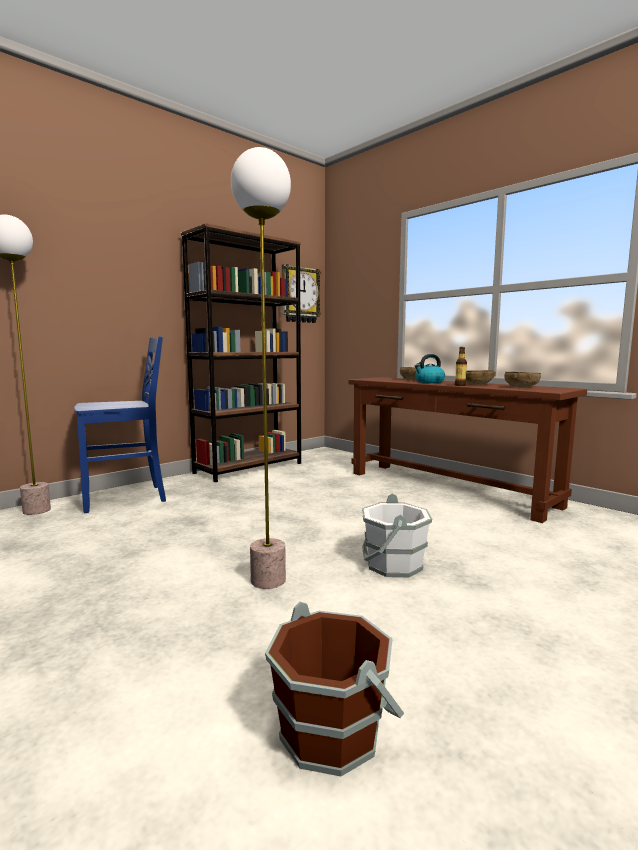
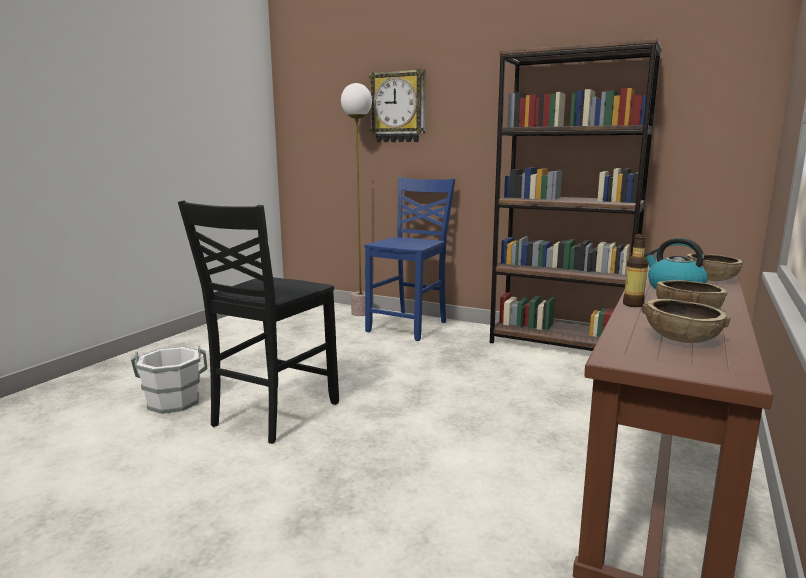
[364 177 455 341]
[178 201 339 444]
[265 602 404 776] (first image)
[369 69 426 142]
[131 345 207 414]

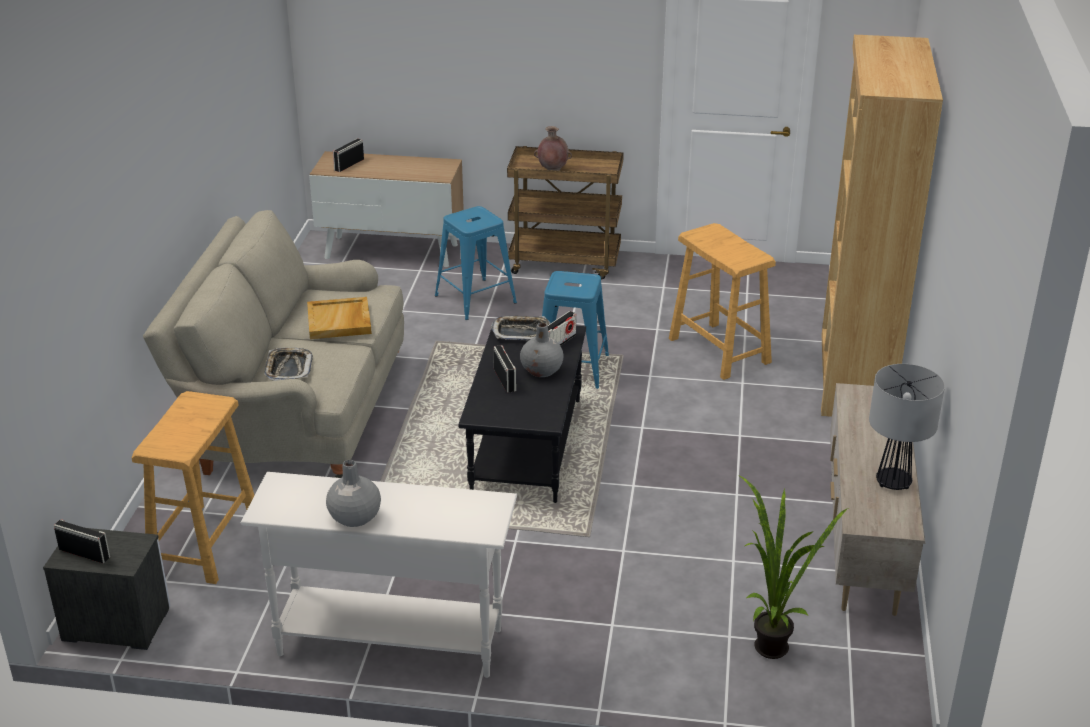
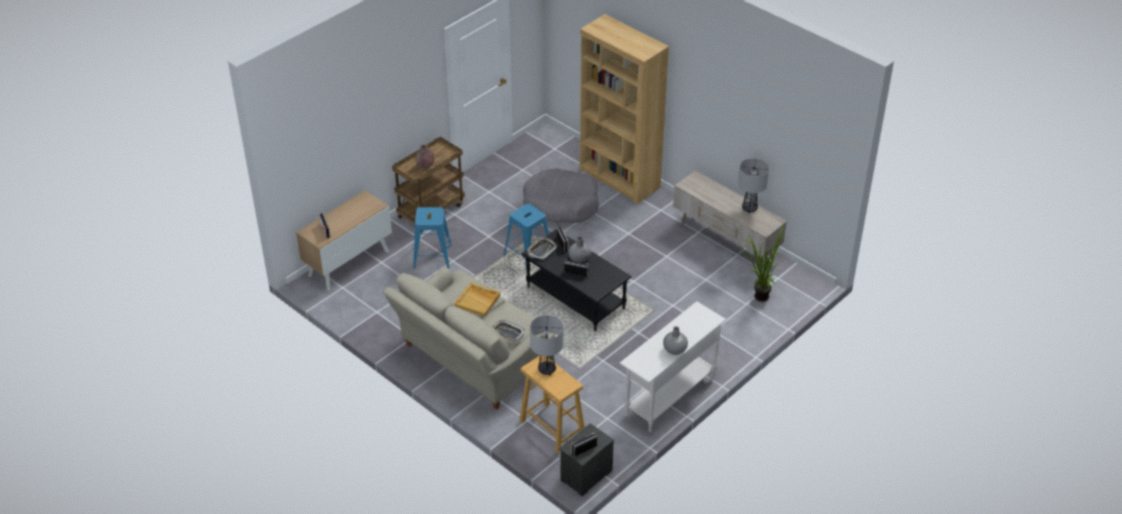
[523 168 599 223]
[530 315 564 375]

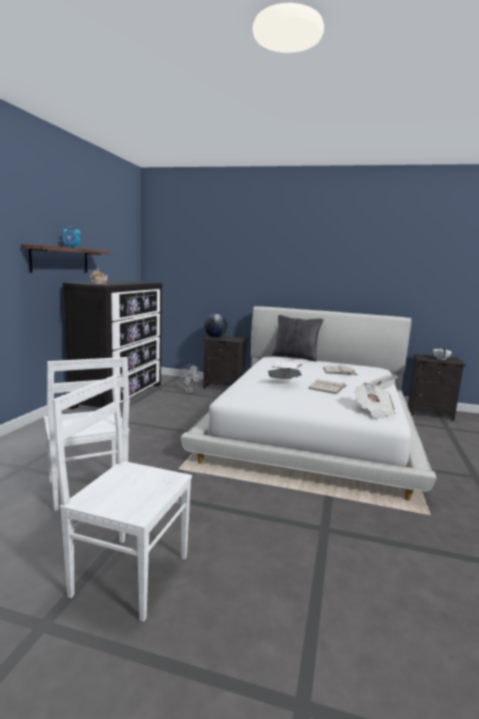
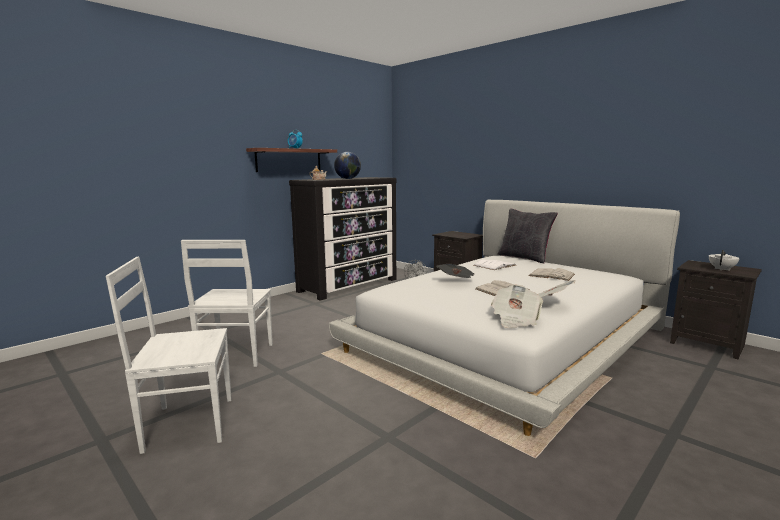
[105 256 232 454]
[334 152 361 179]

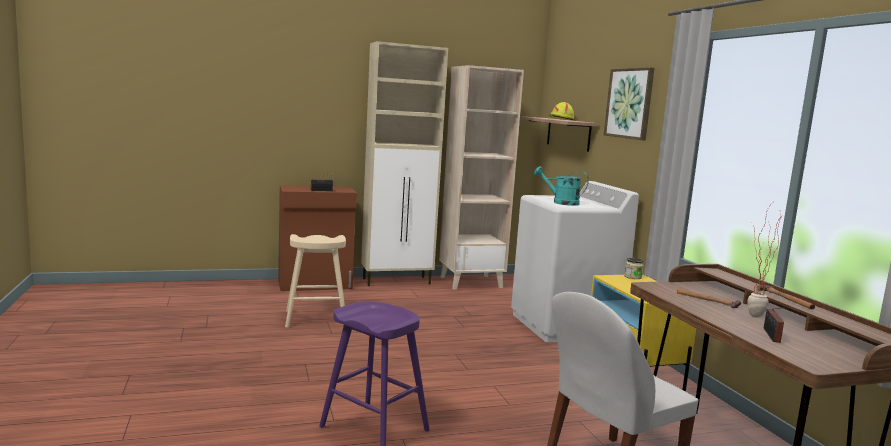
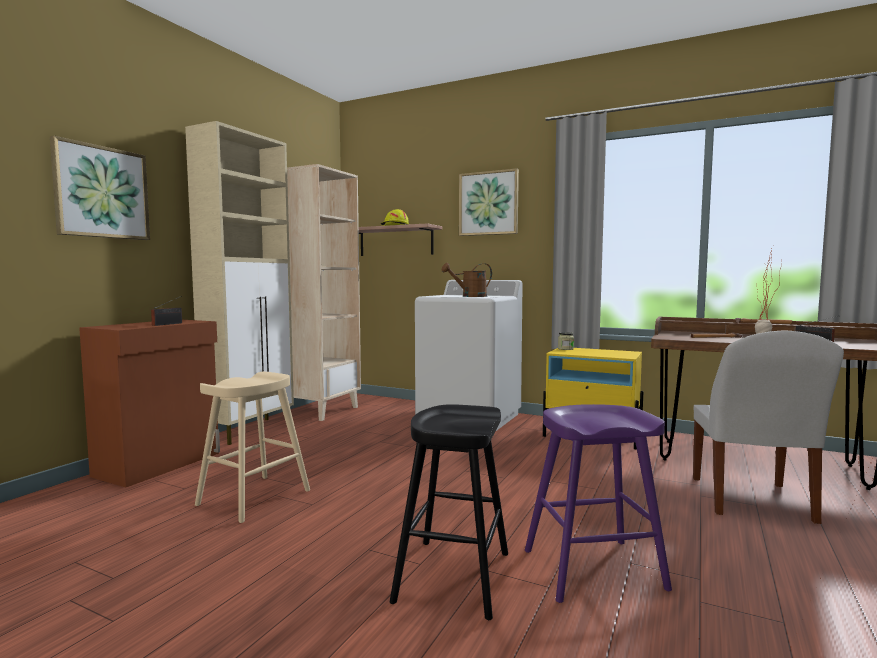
[442 263 492 297]
[50 136 150 240]
[390 404 508 620]

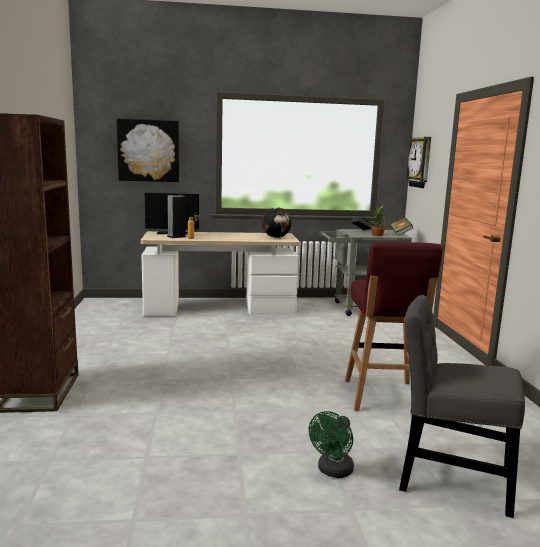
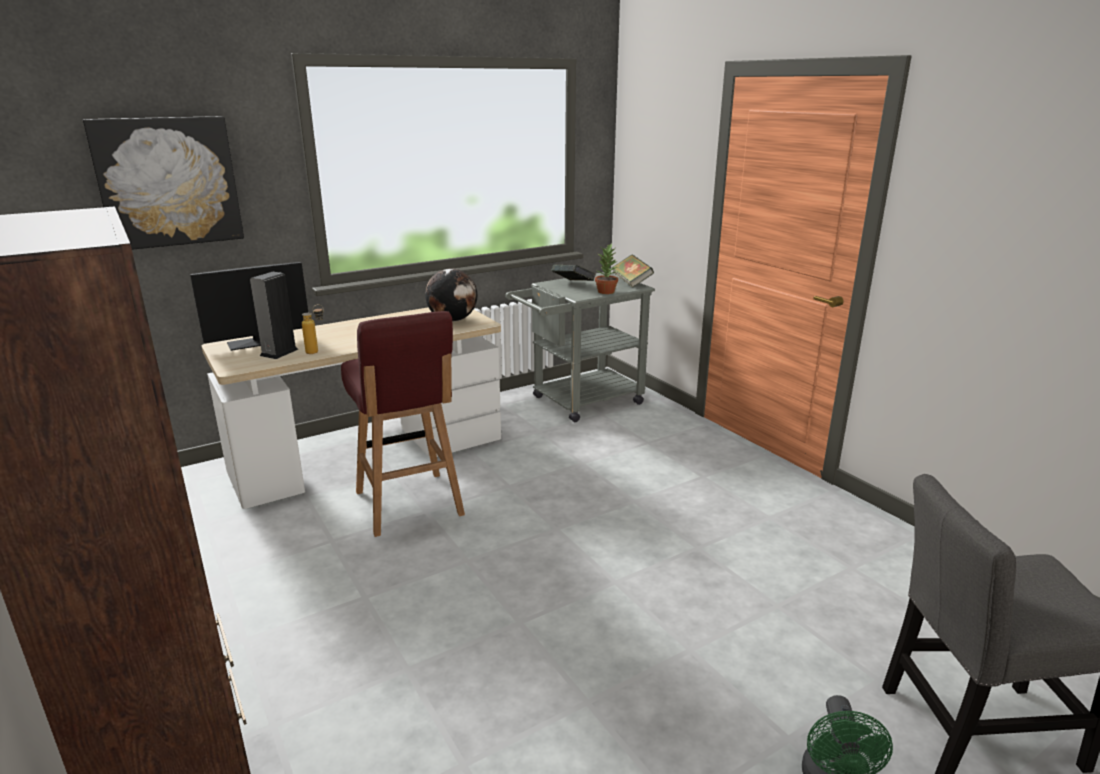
[341 311 465 537]
[406 137 431 188] (first image)

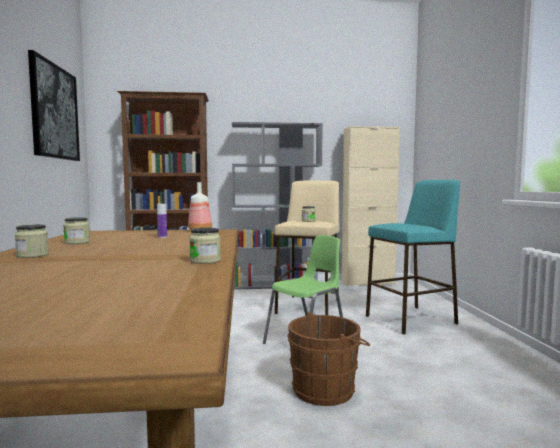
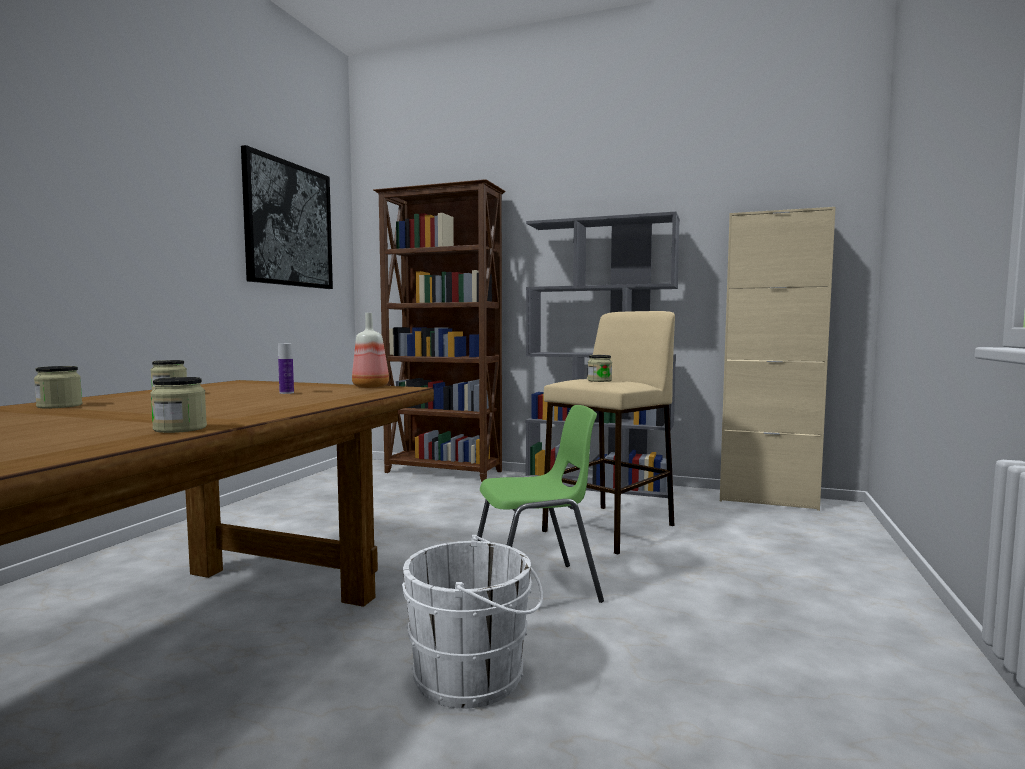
[402 535 543 709]
[366 180 460 335] (first image)

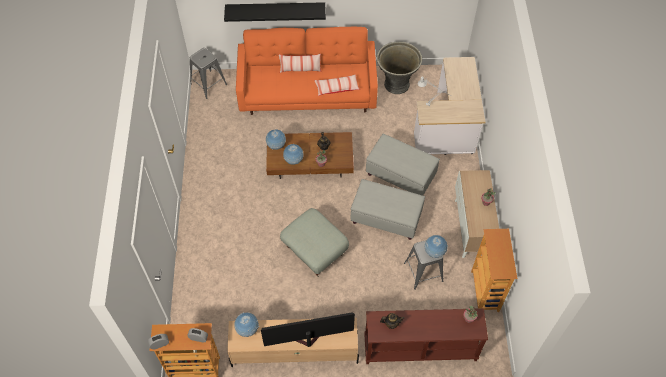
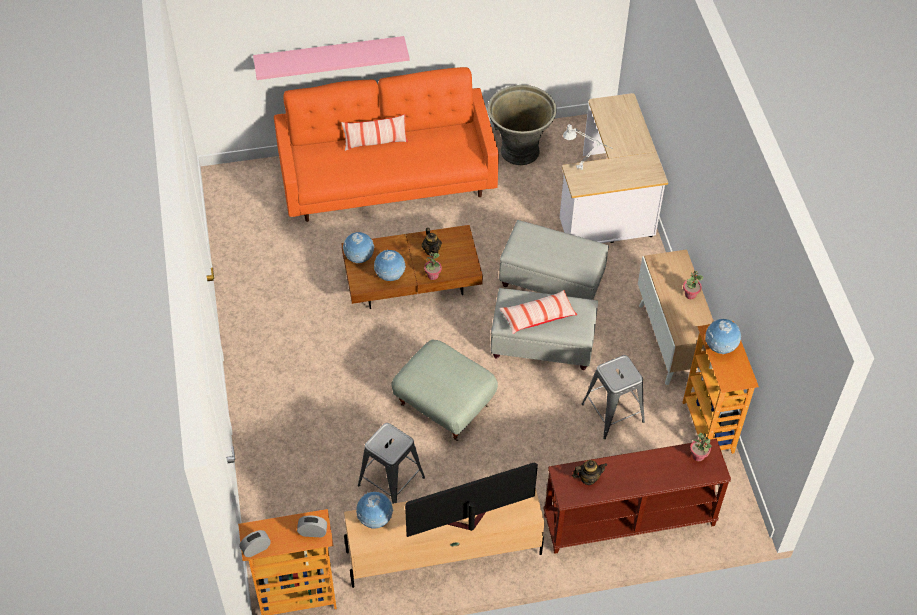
[358 423 425 504]
[253 36 410 80]
[500 290 578 334]
[705 319 741 354]

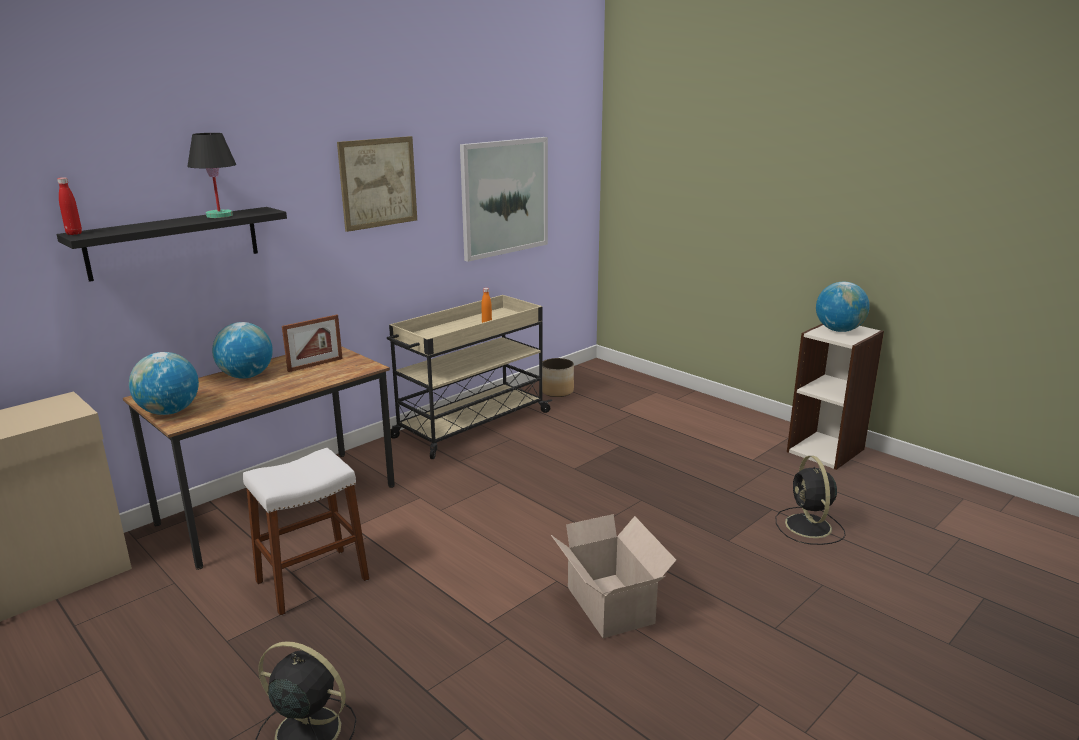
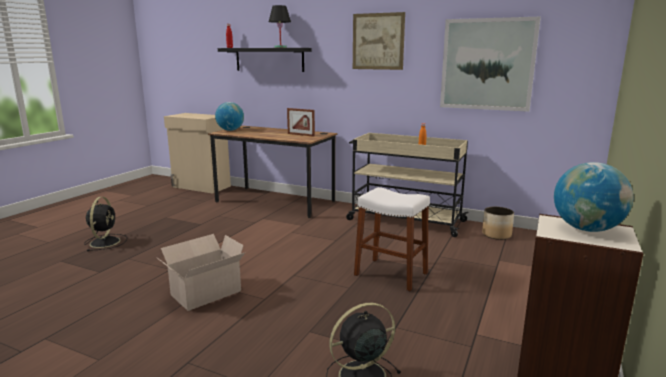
[212 322 273 379] (first image)
[354 187 430 291]

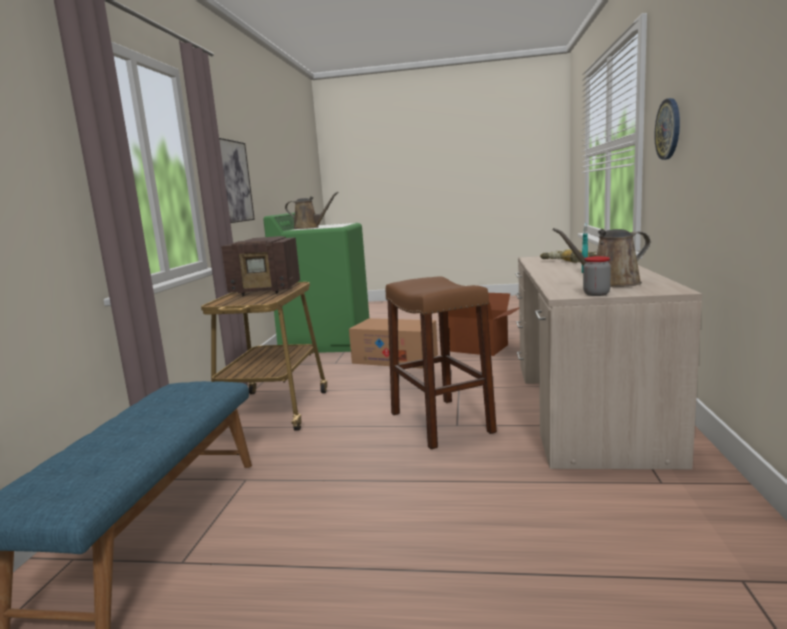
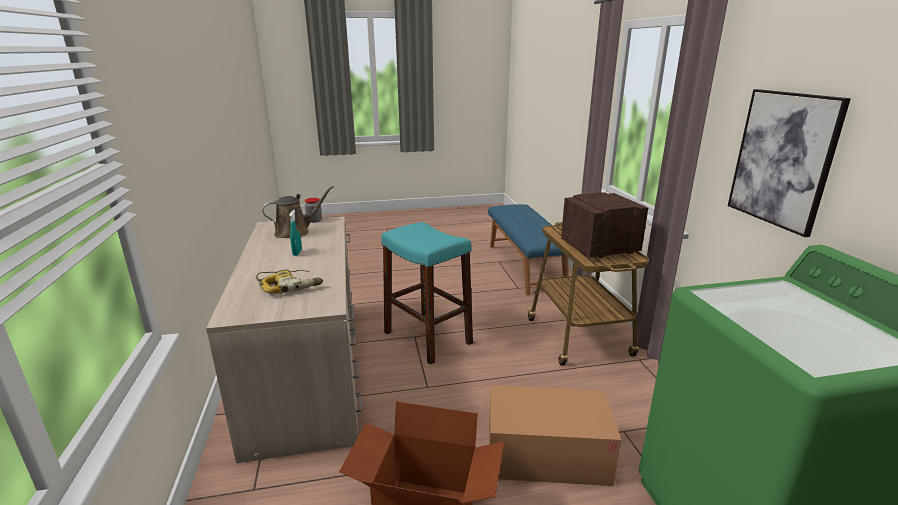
[285 192 339 229] (first image)
[381 222 473 365]
[655 98 680 160] (first image)

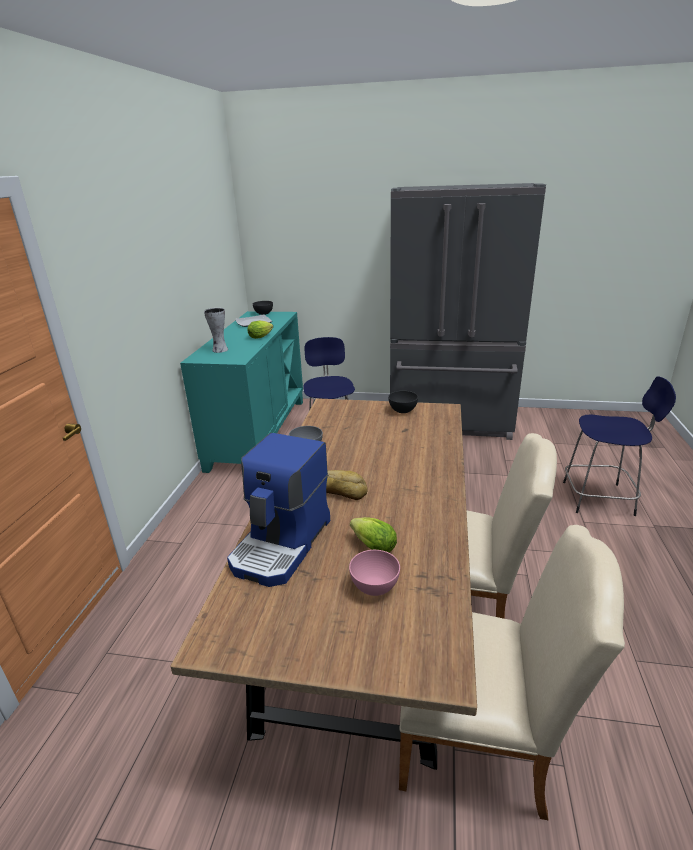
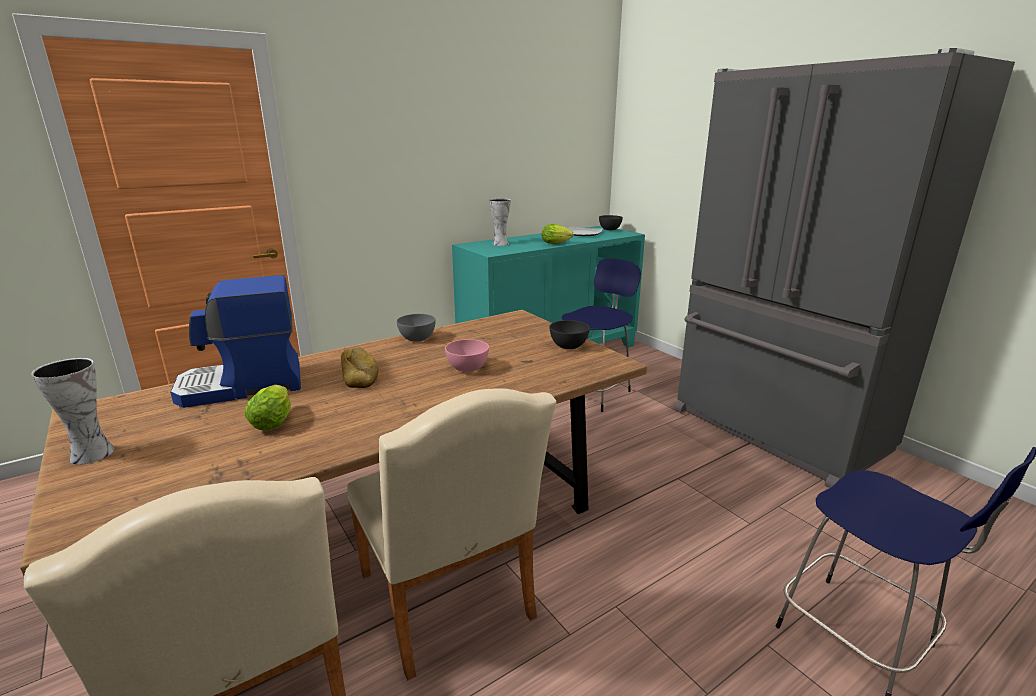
[445 339 489 372]
[31 358 114 465]

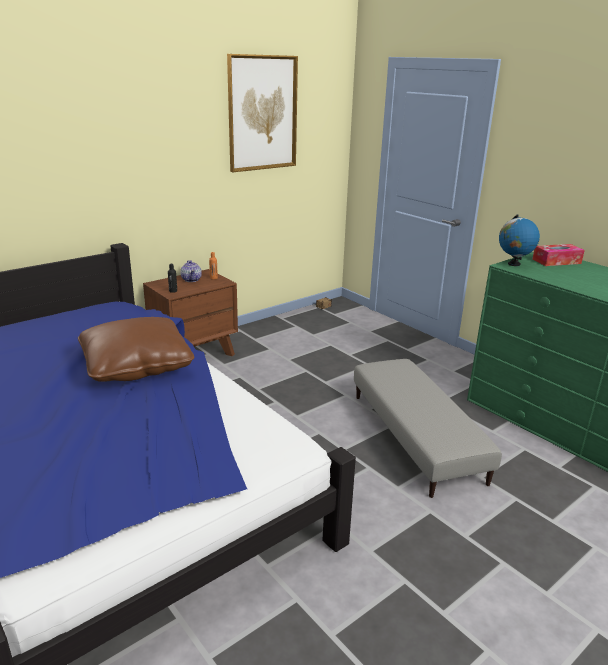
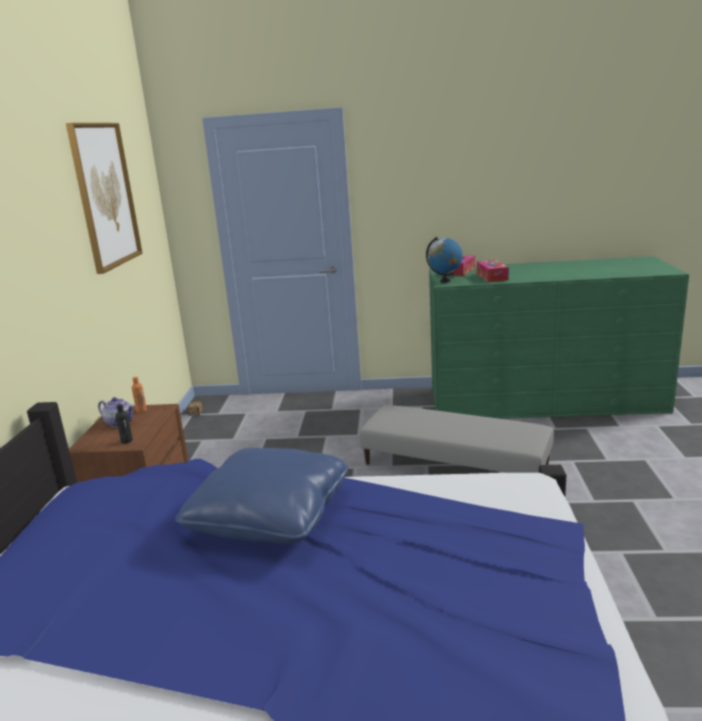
[175 448 348 543]
[477 260 509 282]

